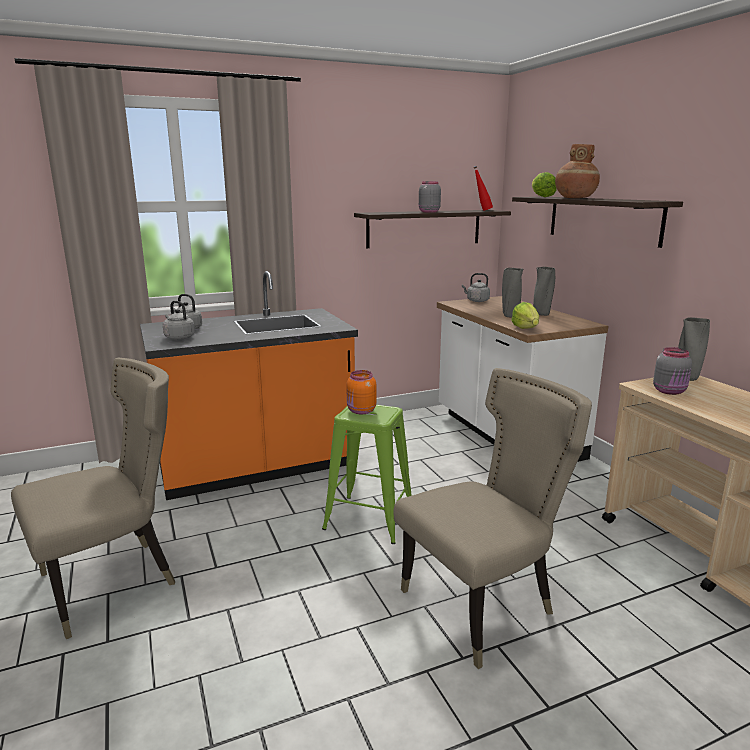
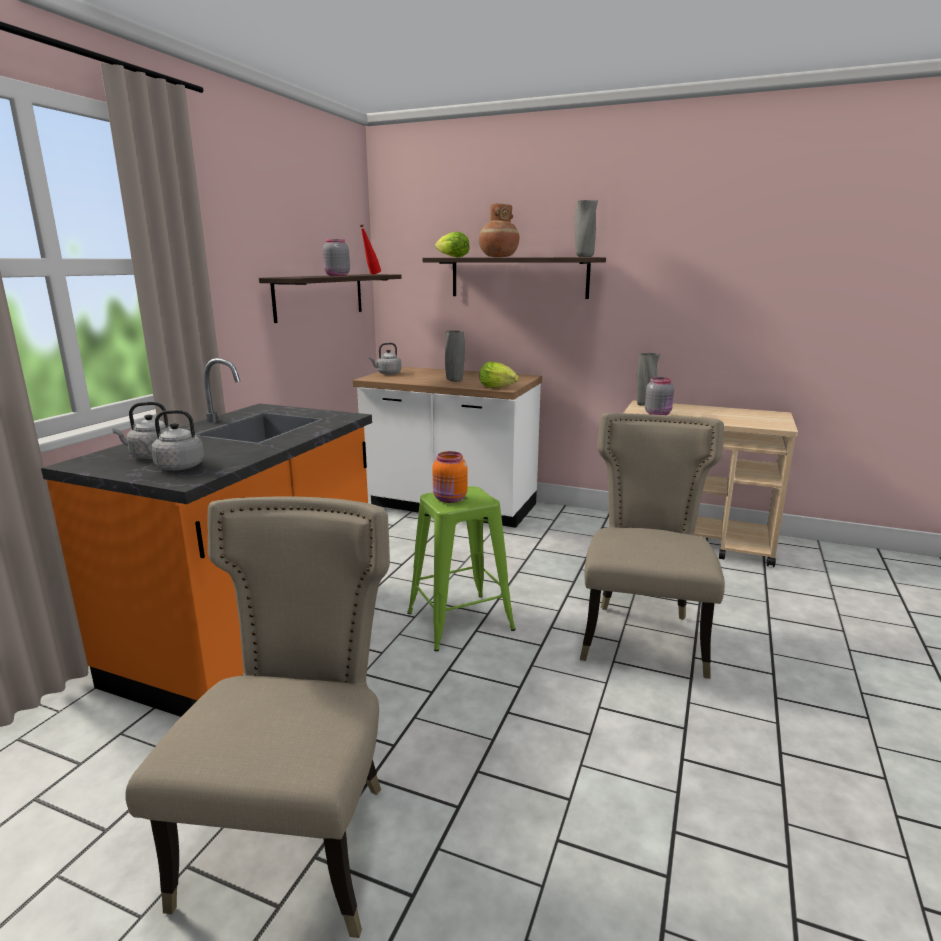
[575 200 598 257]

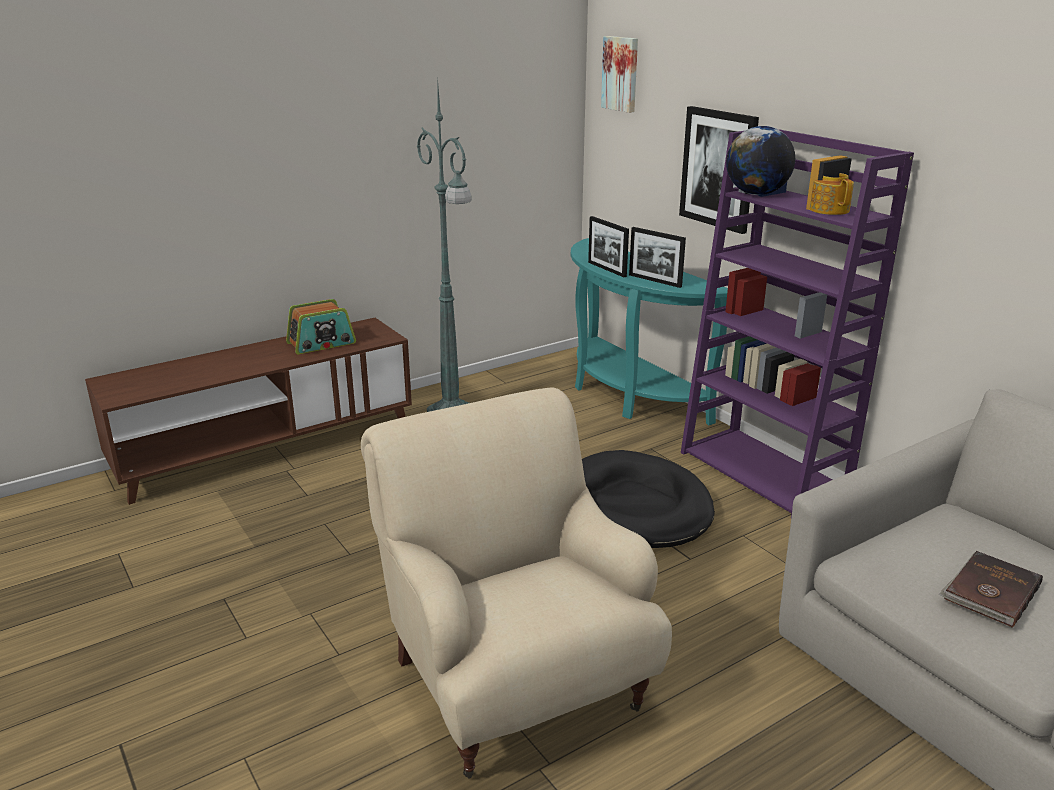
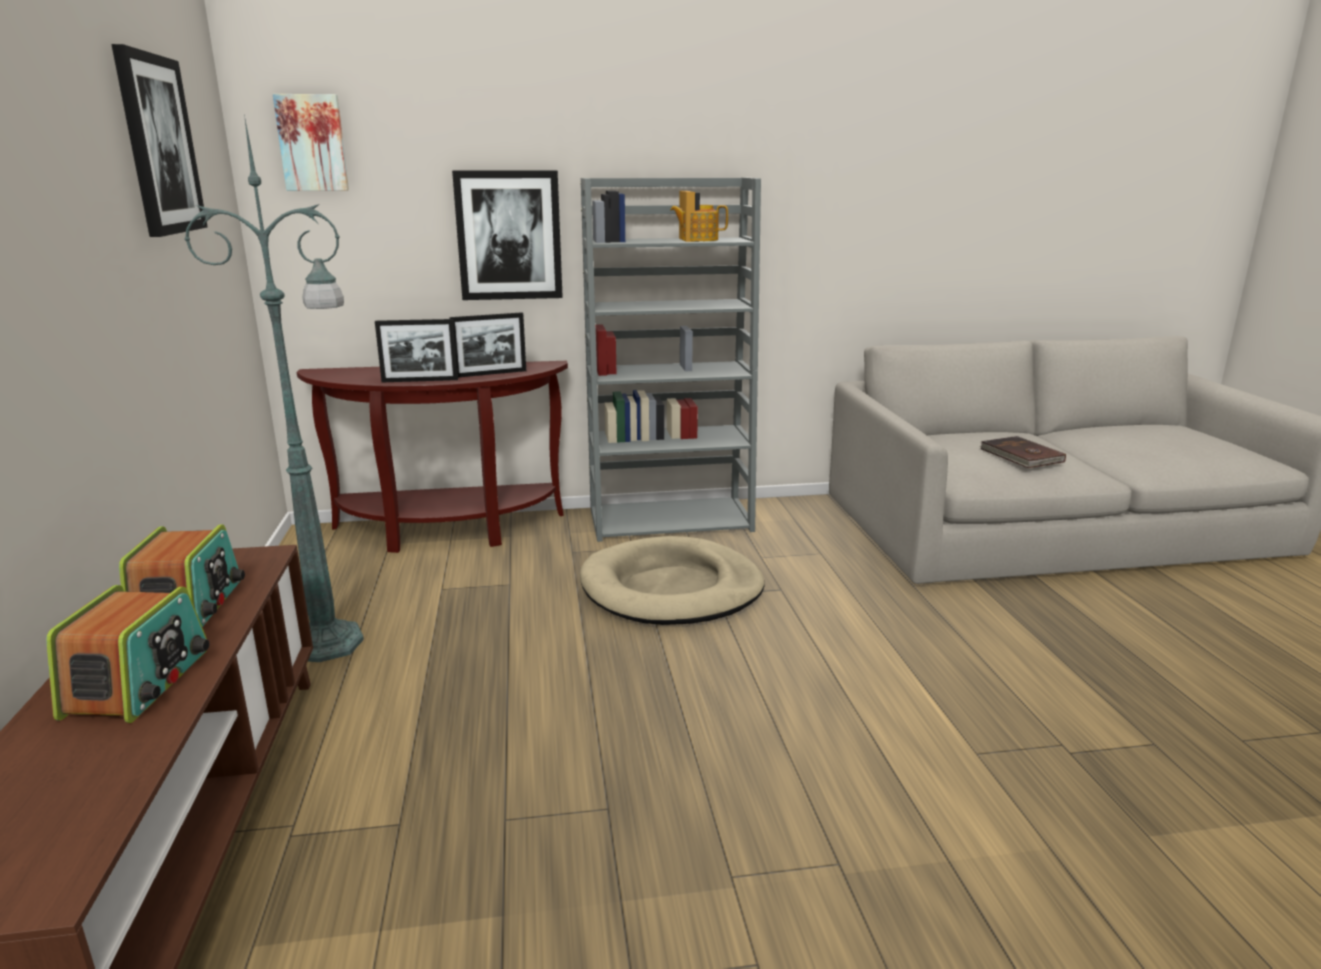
[361 388 672 779] (first image)
[297 361 568 553]
[580 536 764 625]
[580 178 761 542]
[726 126 795 195] (first image)
[46 585 210 723]
[111 44 207 237]

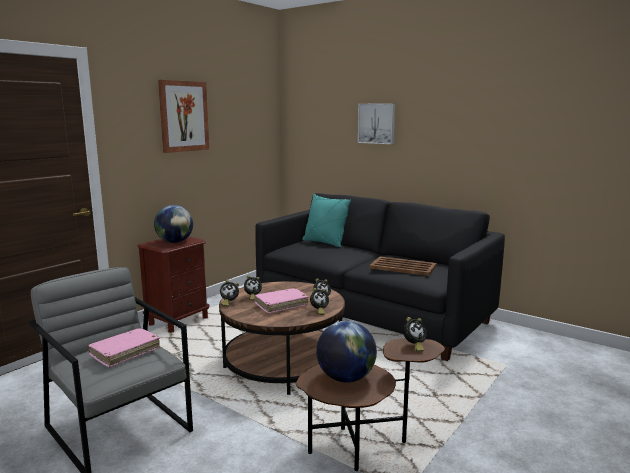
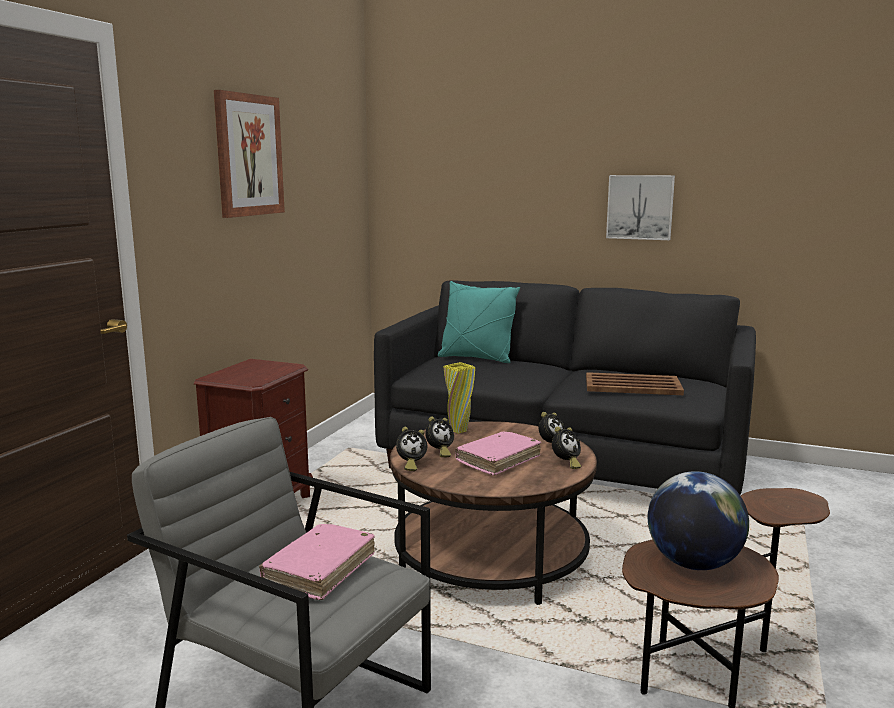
[154 205 193 243] (first image)
[606 175 675 240]
[403 317 427 352] (first image)
[444 362 475 434]

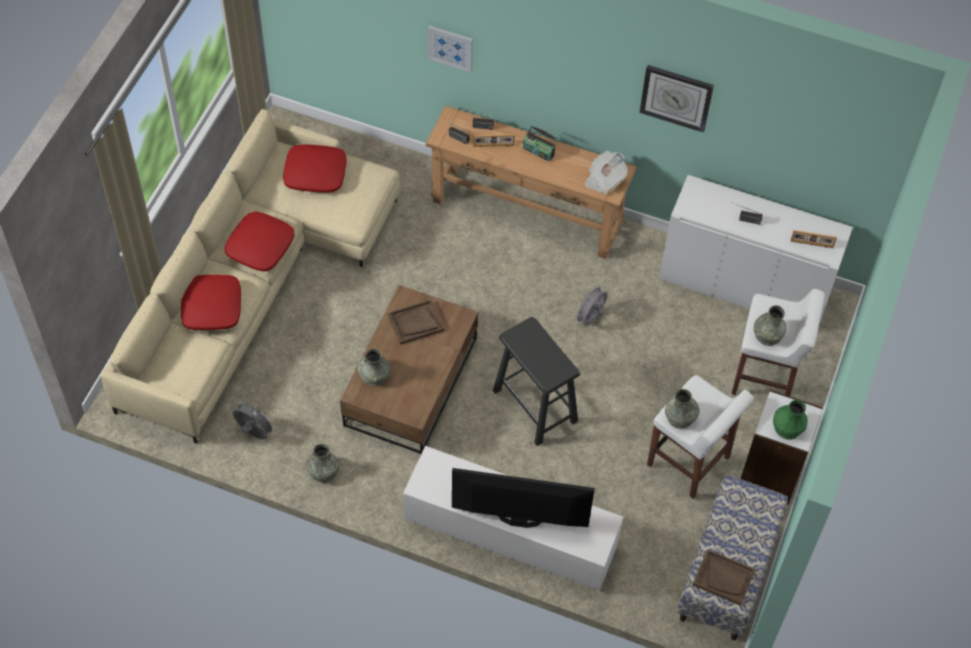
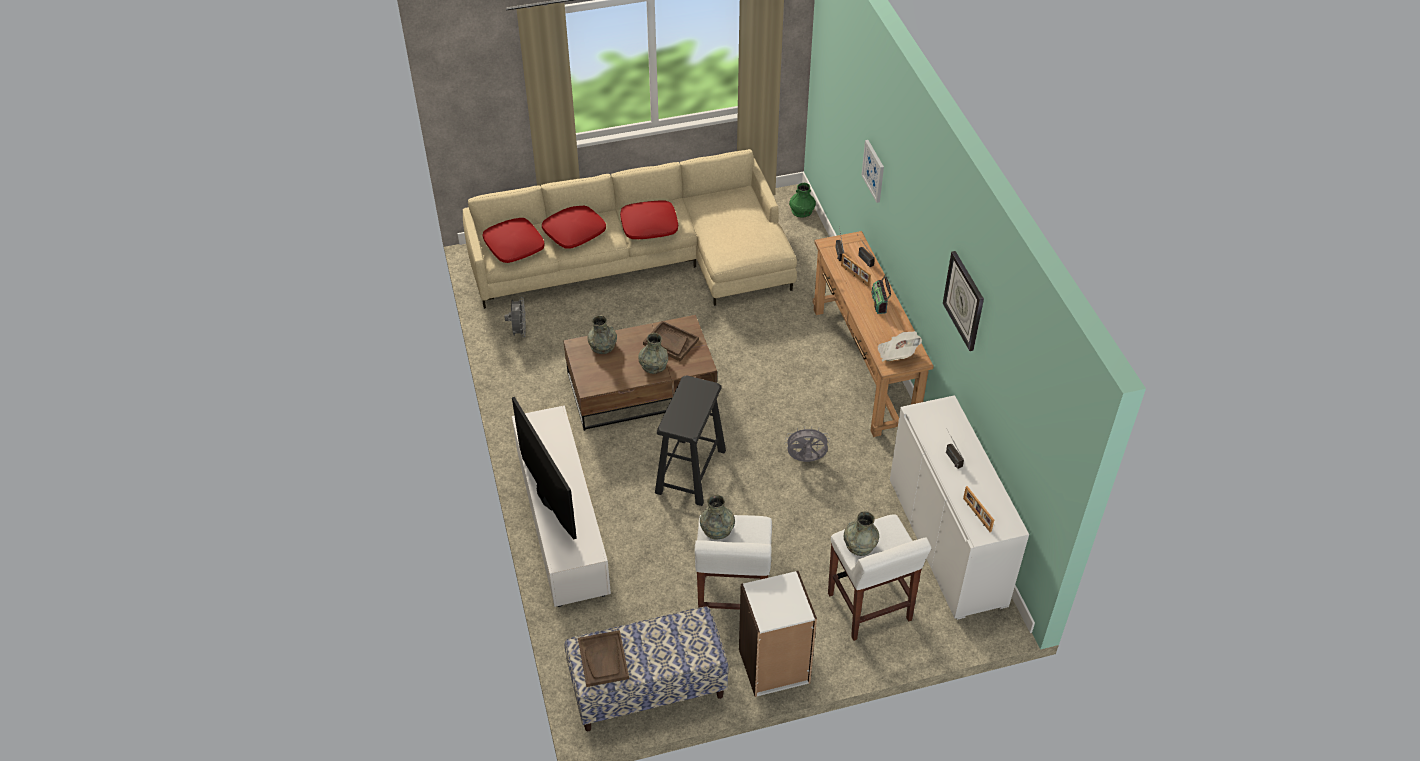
[483 218 545 263]
[638 333 668 374]
[789 183 816 217]

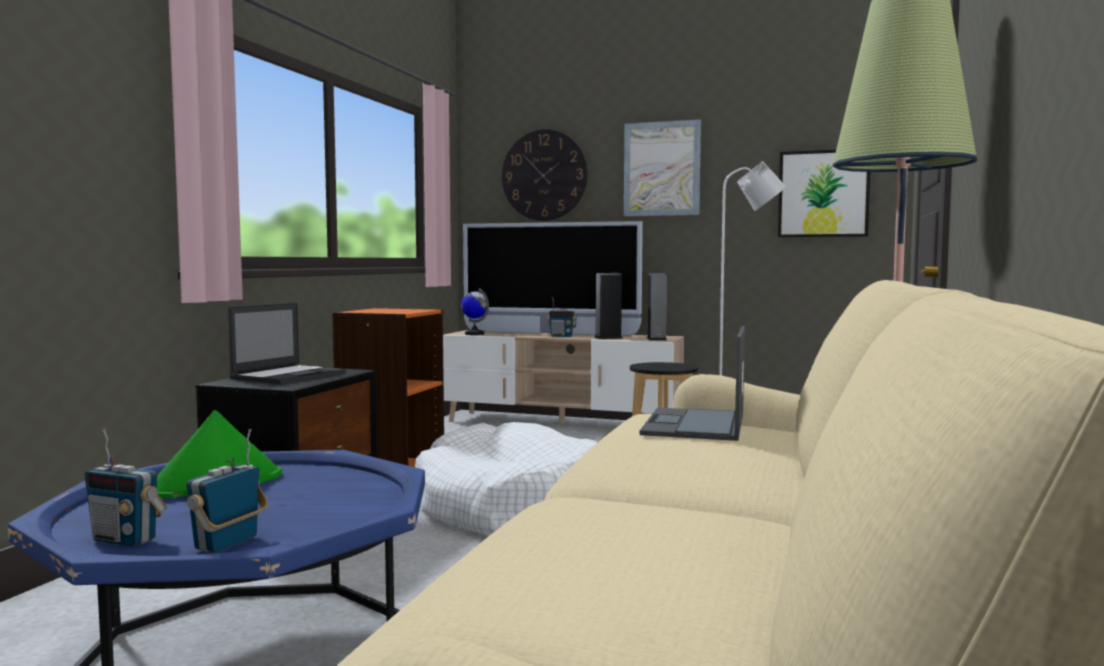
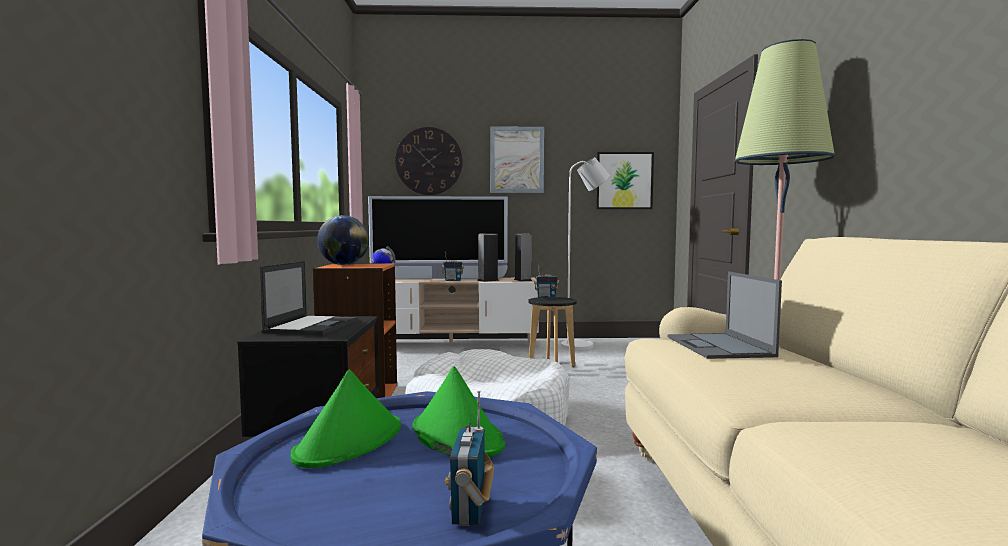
[534 265 559 298]
[317 215 369 265]
[412 366 505 457]

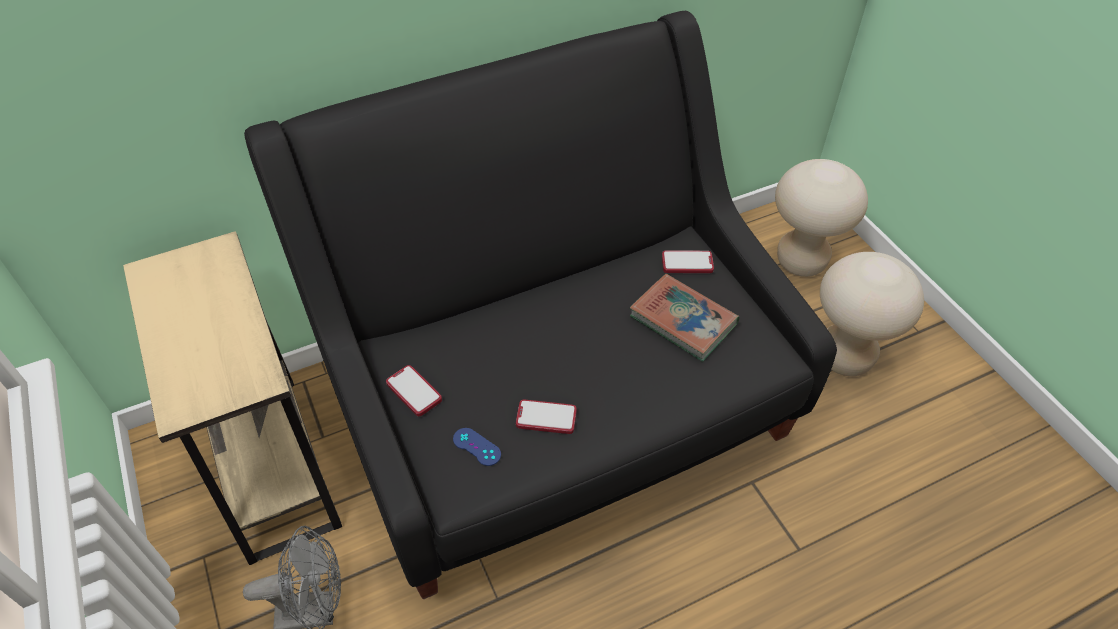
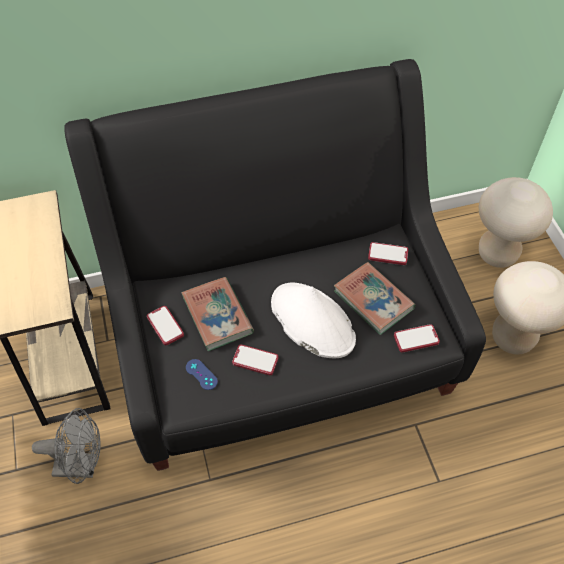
[182 277 254 351]
[271 283 356 358]
[394 324 440 353]

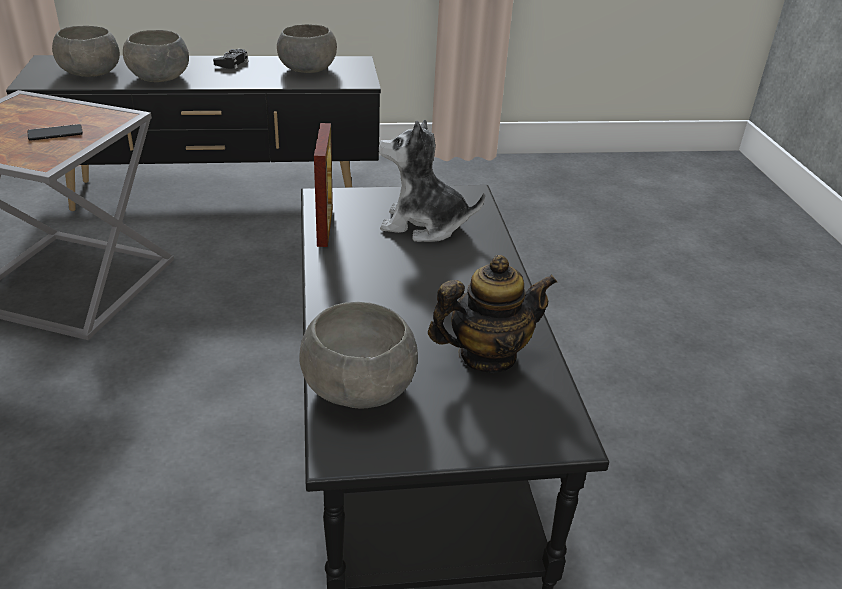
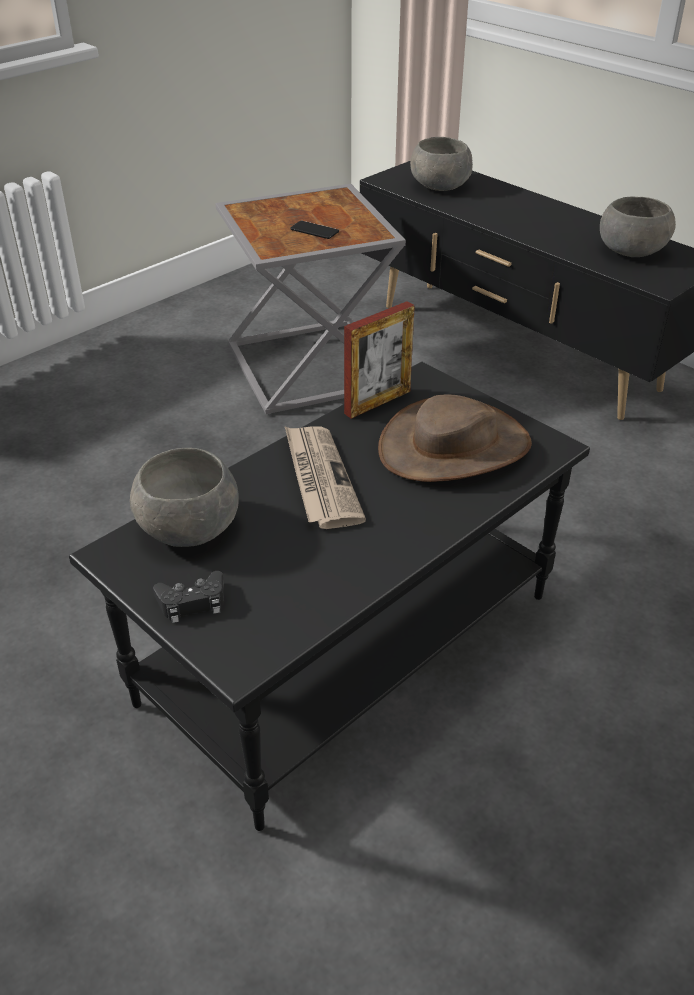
[123 30 189 82] (first image)
[153 571 224 623]
[378 395 532 482]
[428 255 557 373] (first image)
[285 426 366 529]

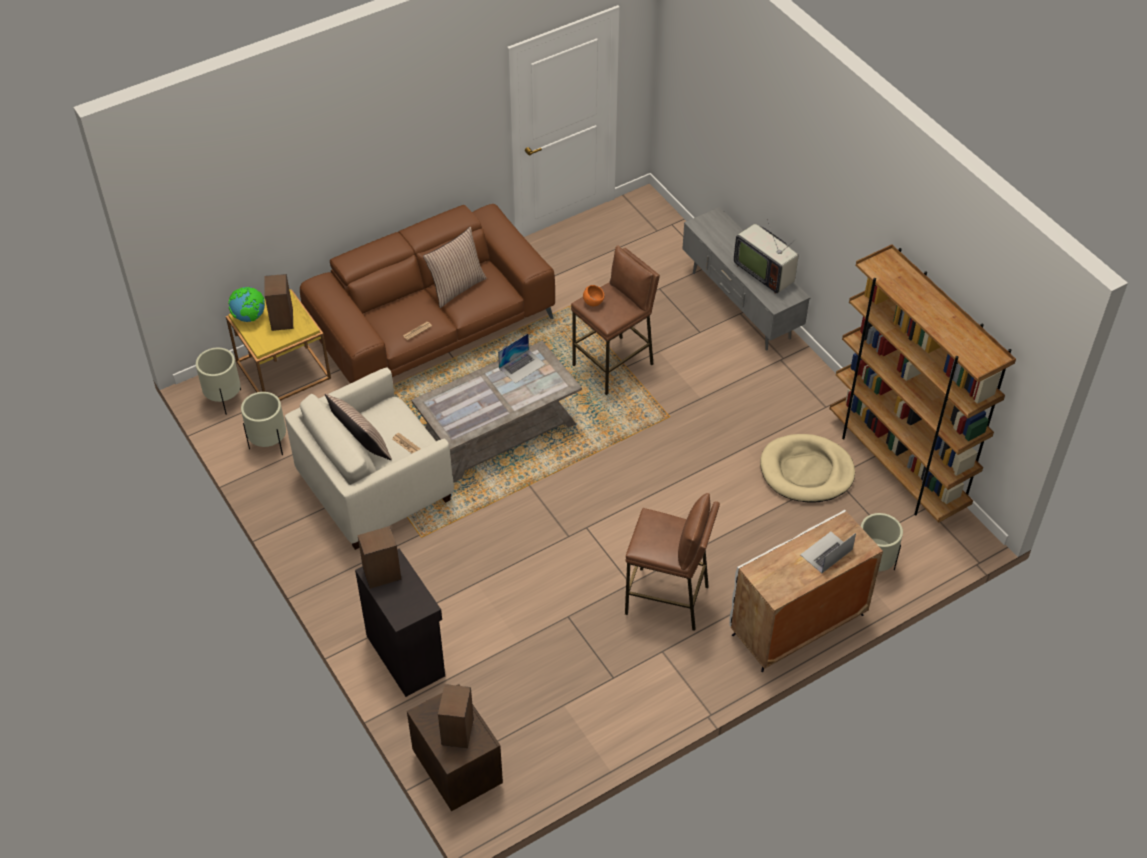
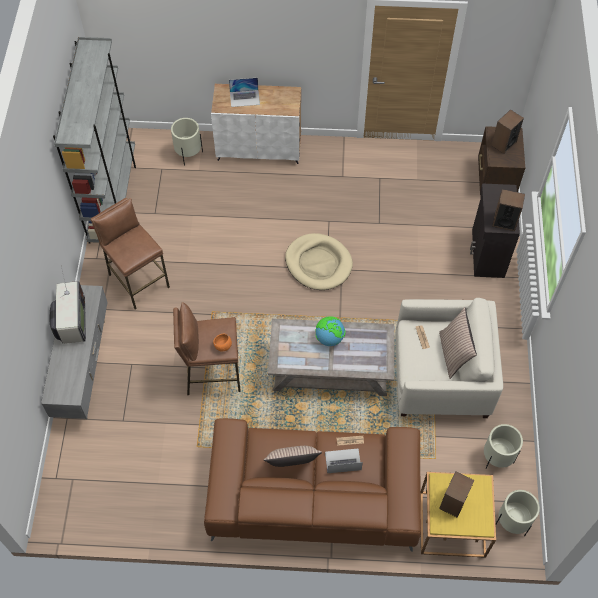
[315 316 345 346]
[325 448 363 473]
[91 198 170 310]
[285 233 353 290]
[53 37 136 244]

